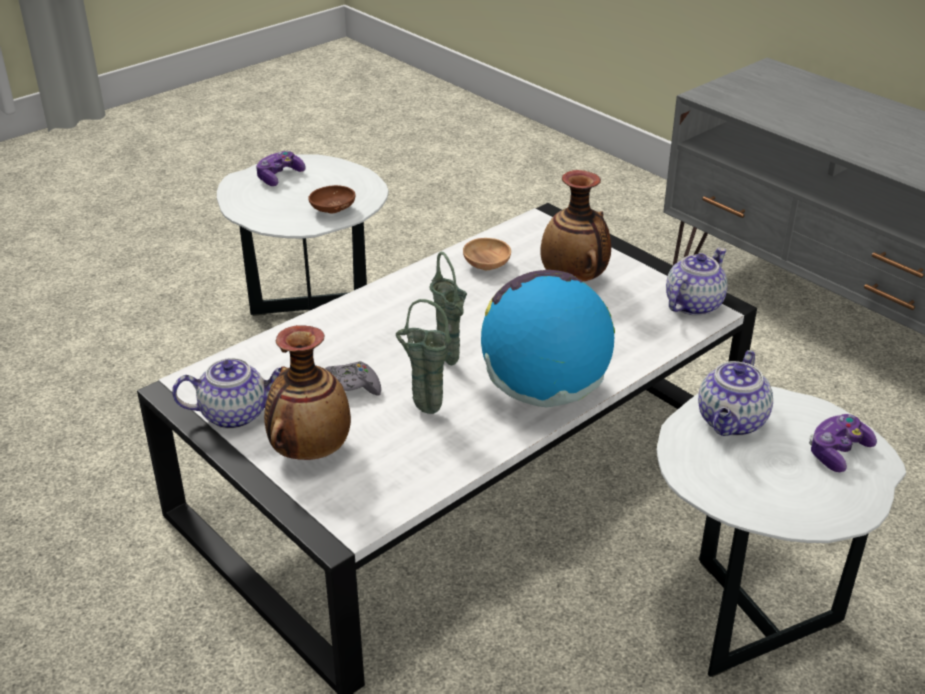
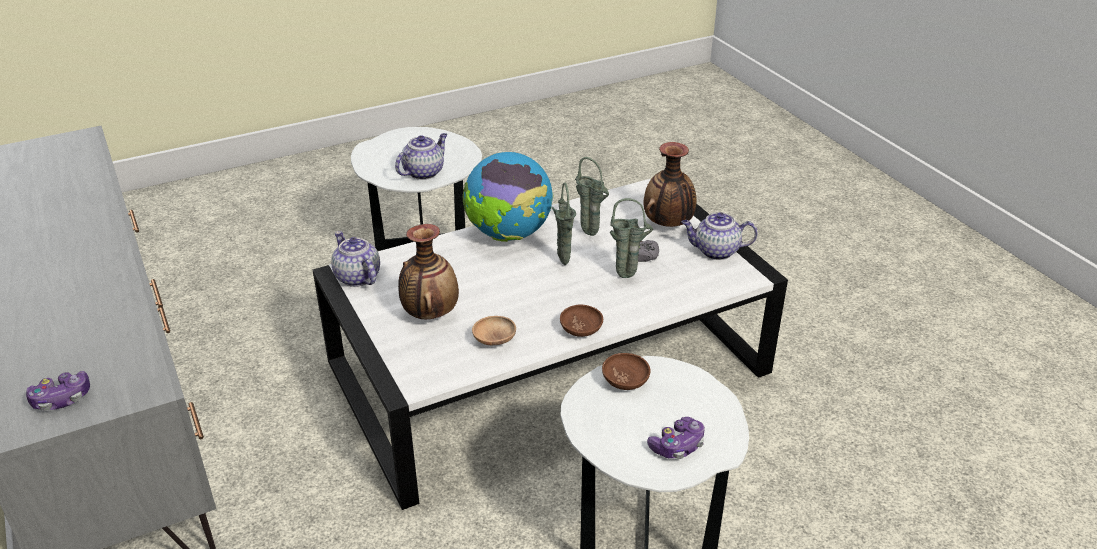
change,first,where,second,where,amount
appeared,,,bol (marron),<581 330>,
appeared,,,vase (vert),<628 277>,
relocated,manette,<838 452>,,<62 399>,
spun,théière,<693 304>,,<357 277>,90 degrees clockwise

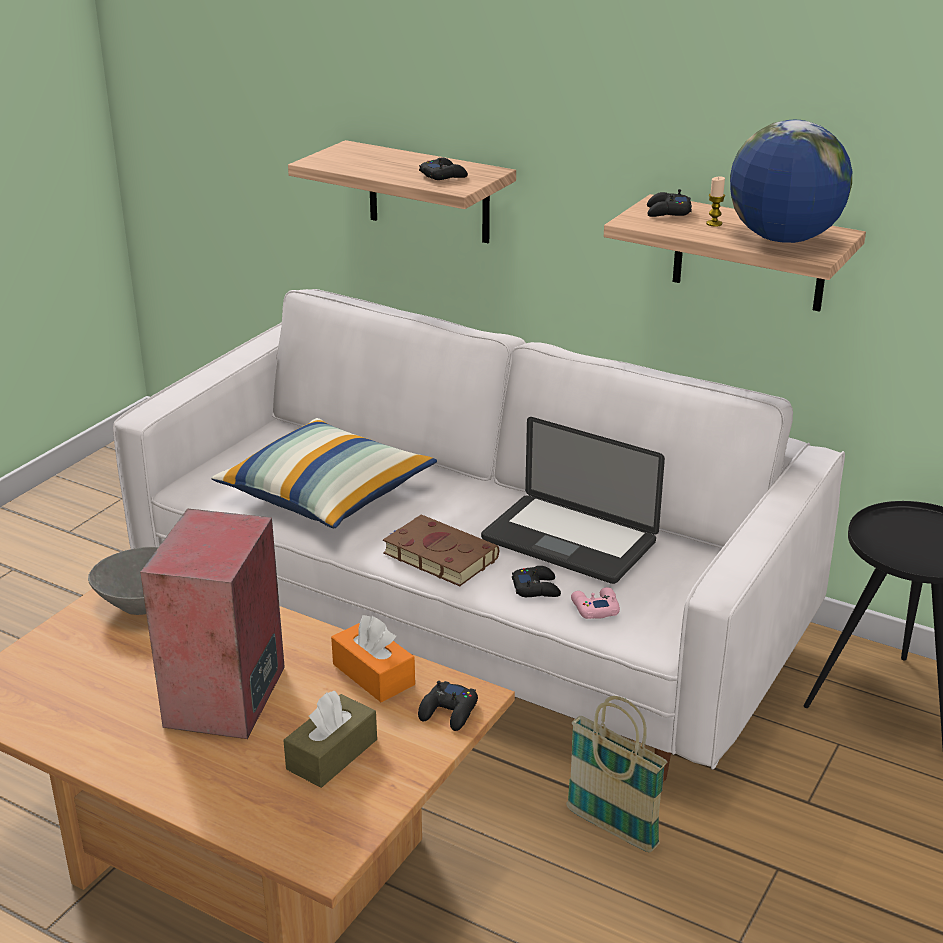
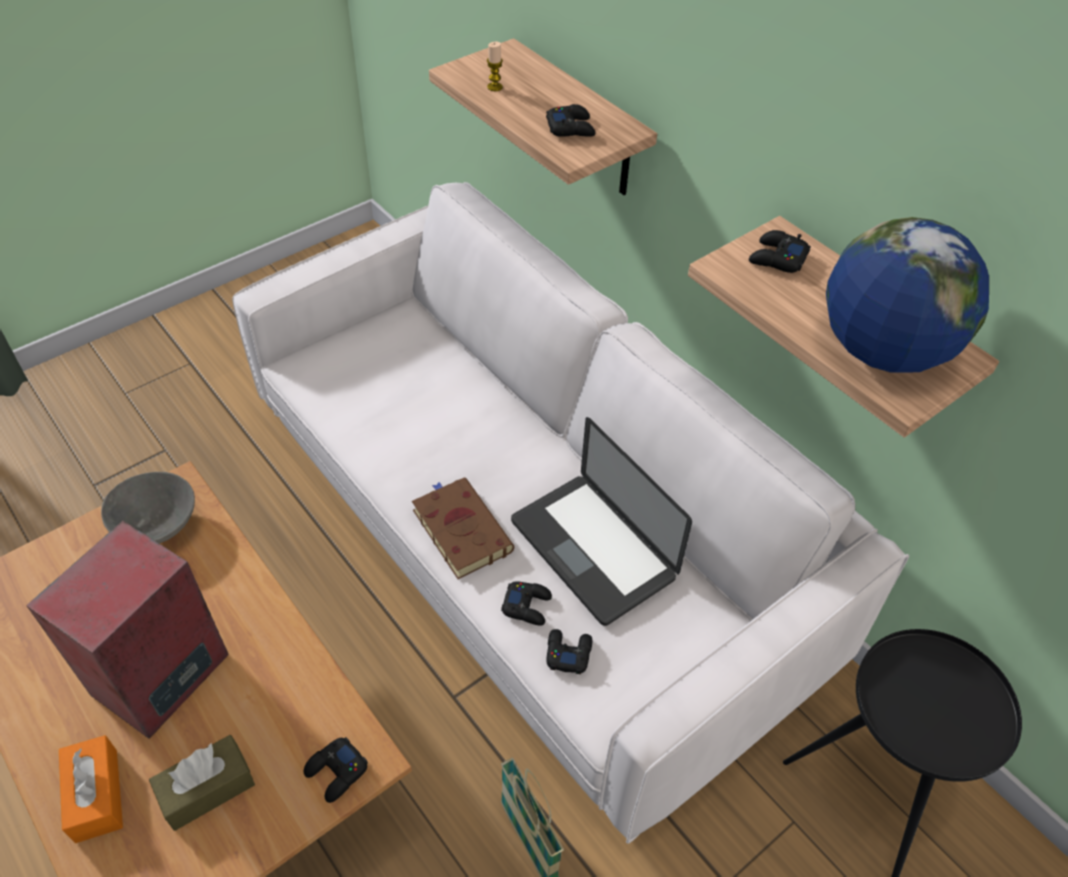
change,first,where,second,where,amount
missing,coussin,<327 495>,,,
relocated,boîte à mouchoirs (orange),<373 674>,,<96 795>,
relocated,bougie,<714 223>,,<495 87>,
colour,manette (rose),<594 608>,manette (noir),<568 653>,

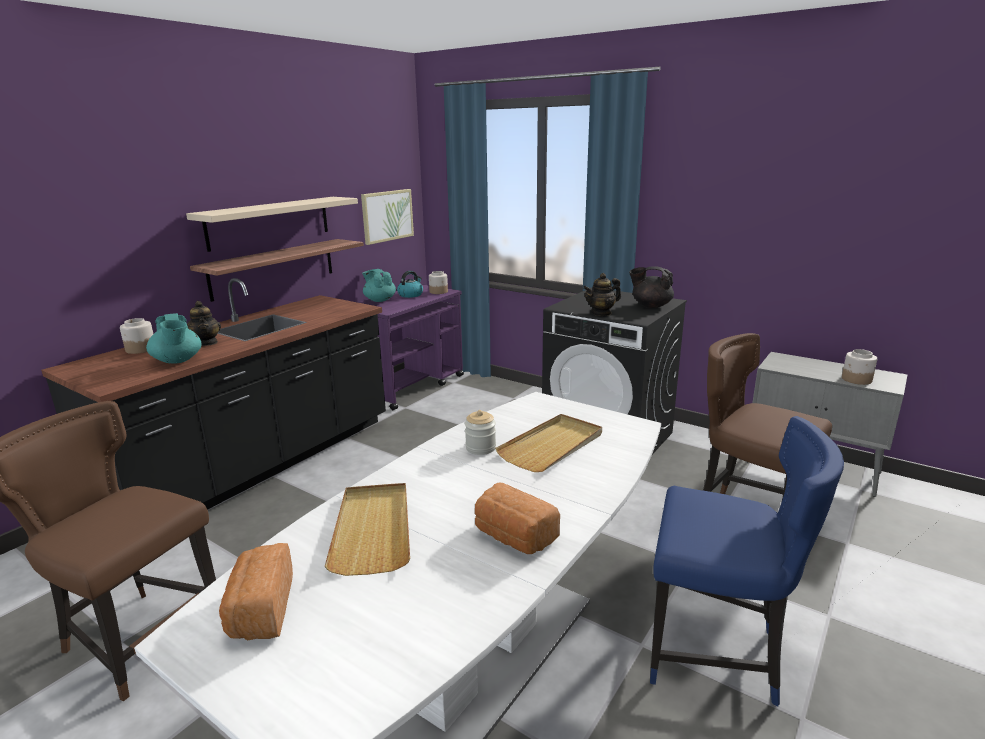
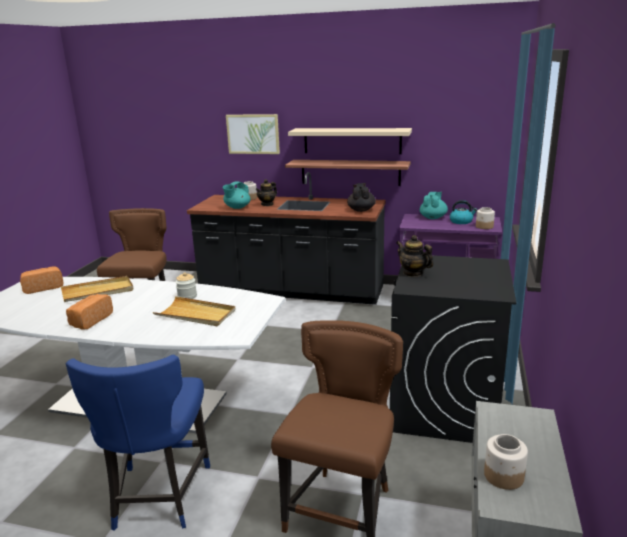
change,first,where,second,where,amount
relocated,tableau,<387 216>,,<253 134>,
relocated,théière (noir),<650 306>,,<361 210>,

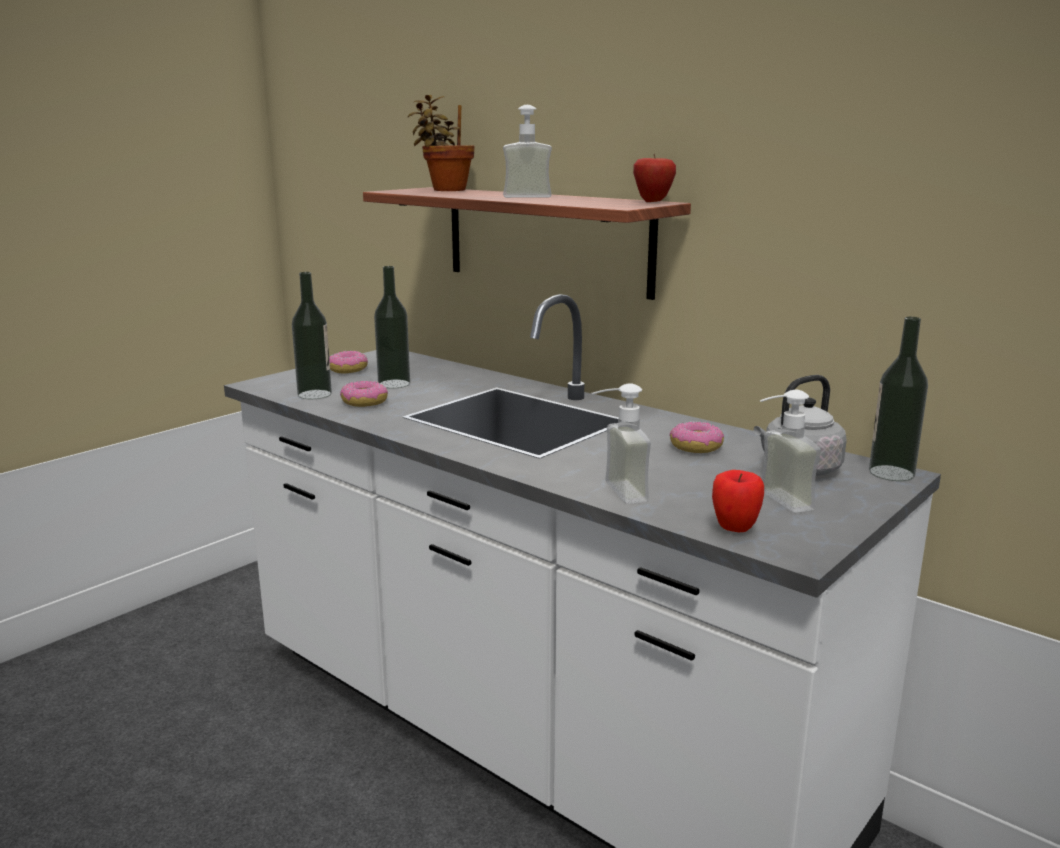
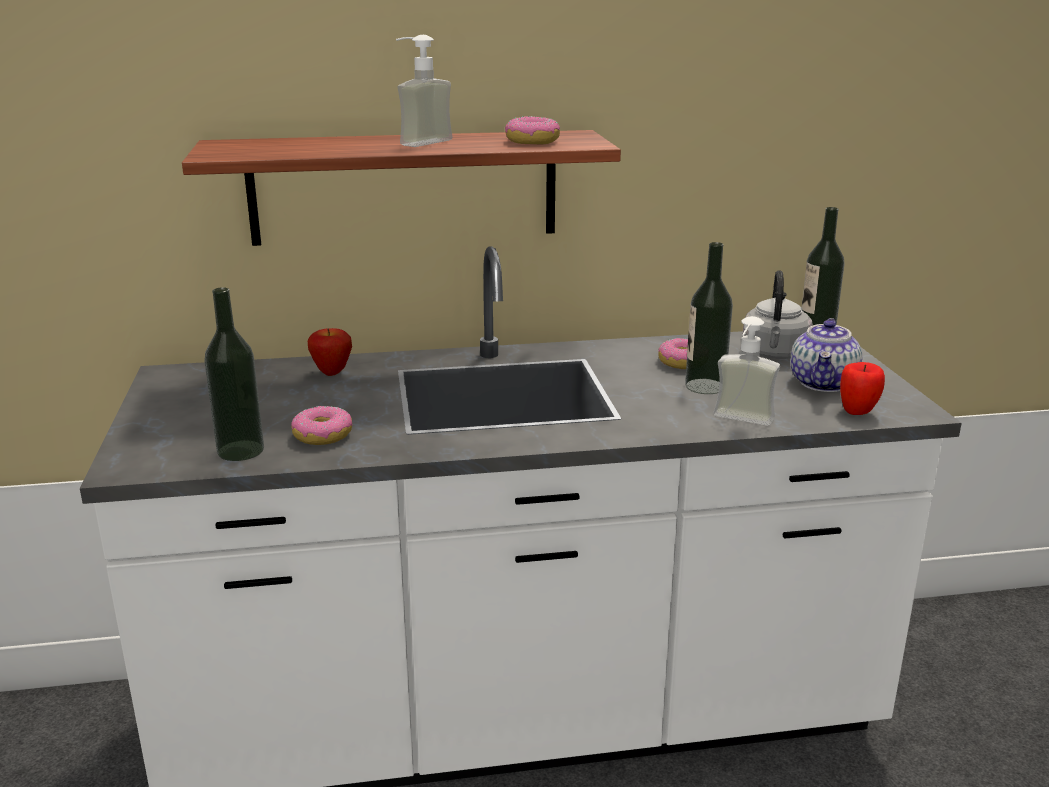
change,first,where,second,where,amount
missing,plante en pot,<445 190>,,,
relocated,beignet,<347 369>,,<532 141>,
relocated,bouteille,<394 384>,,<705 386>,
relocated,pomme,<653 202>,,<332 373>,
exchanged,distributeur de savon,<774 502>,théière,<824 383>,

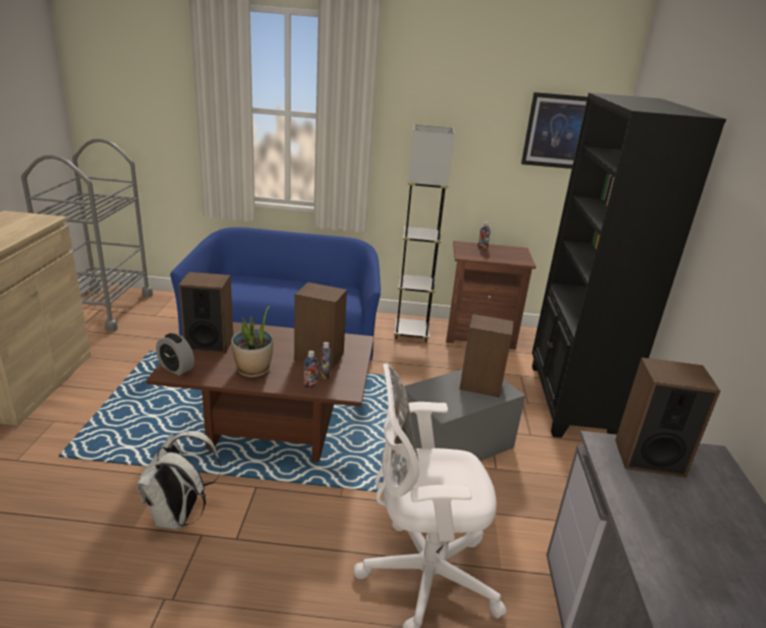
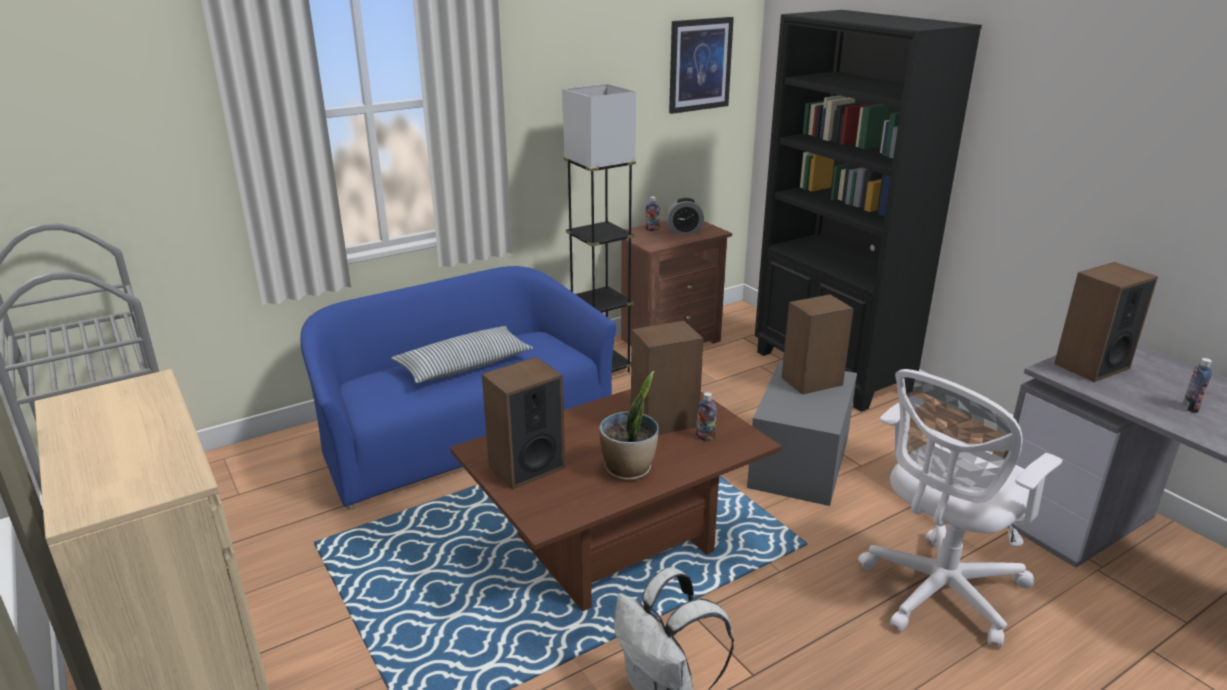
change,first,where,second,where,amount
appeared,,,coussin,<464 366>,
relocated,réveil,<176 368>,,<684 231>,
relocated,bouteille,<310 385>,,<1190 407>,

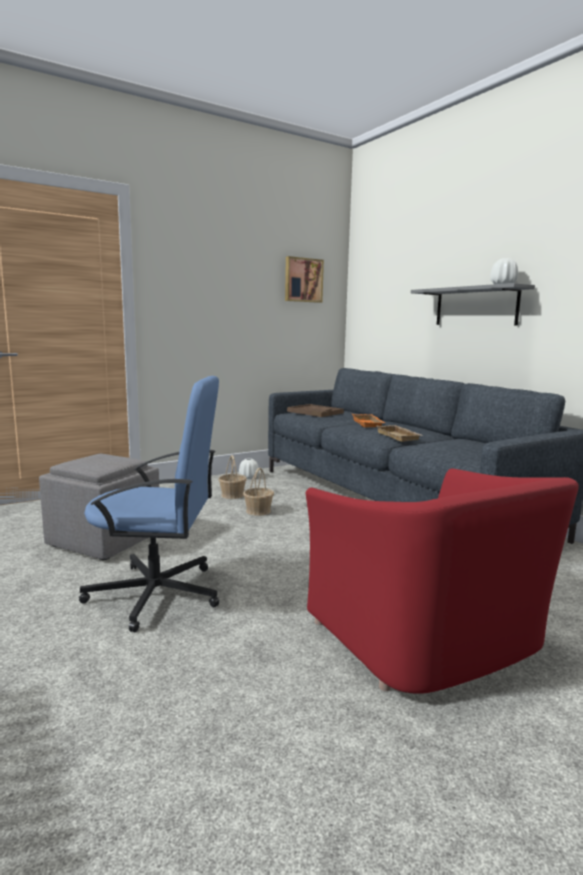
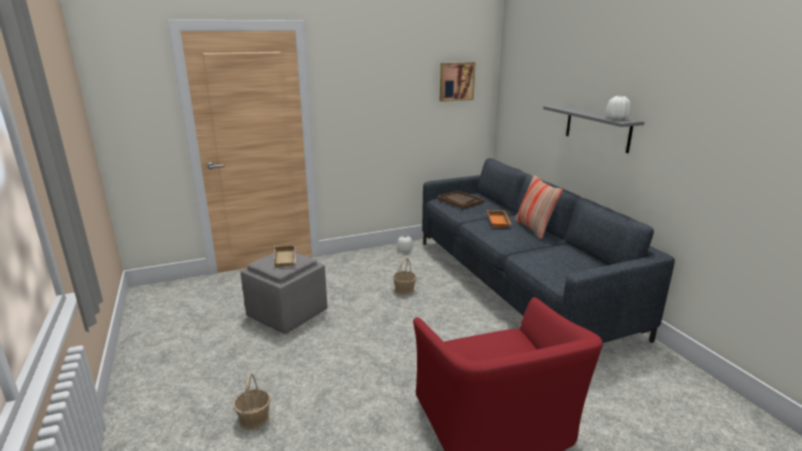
change,first,where,second,where,amount
missing,chaise de bureau (bleu),<157 594>,,,
appeared,,,coussin,<534 228>,
relocated,panier,<232 495>,,<254 419>,
relocated,plateau (beige),<399 436>,,<286 259>,

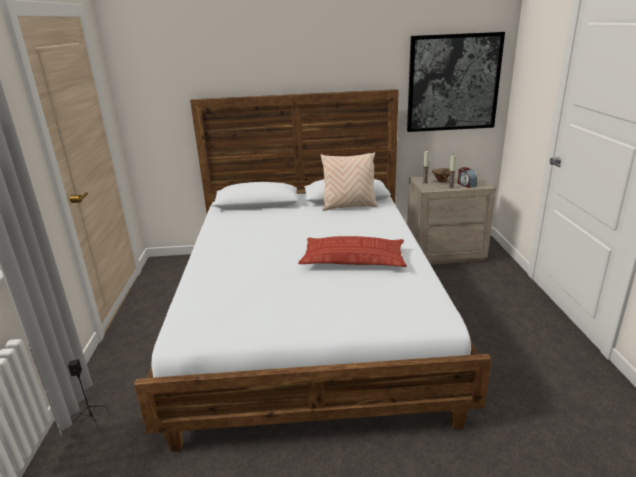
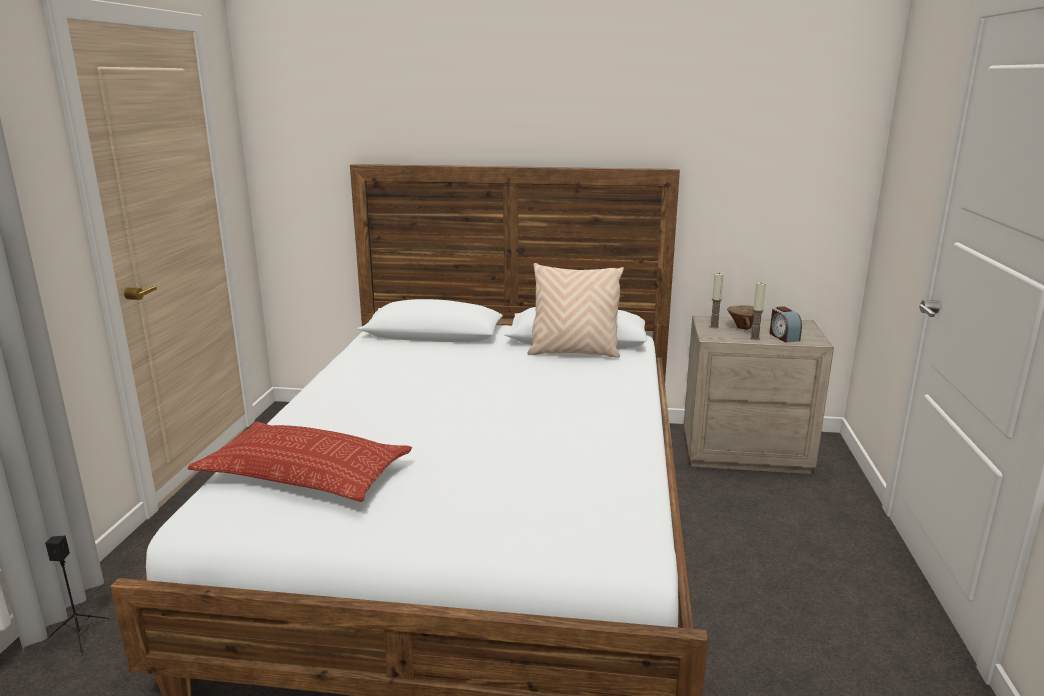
change,first,where,second,where,amount
missing,tableau,<453 83>,,,
relocated,coussin,<353 259>,,<305 473>,

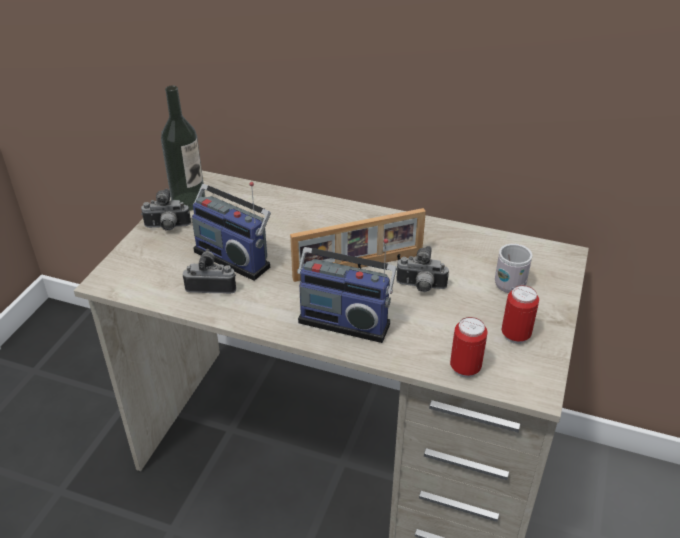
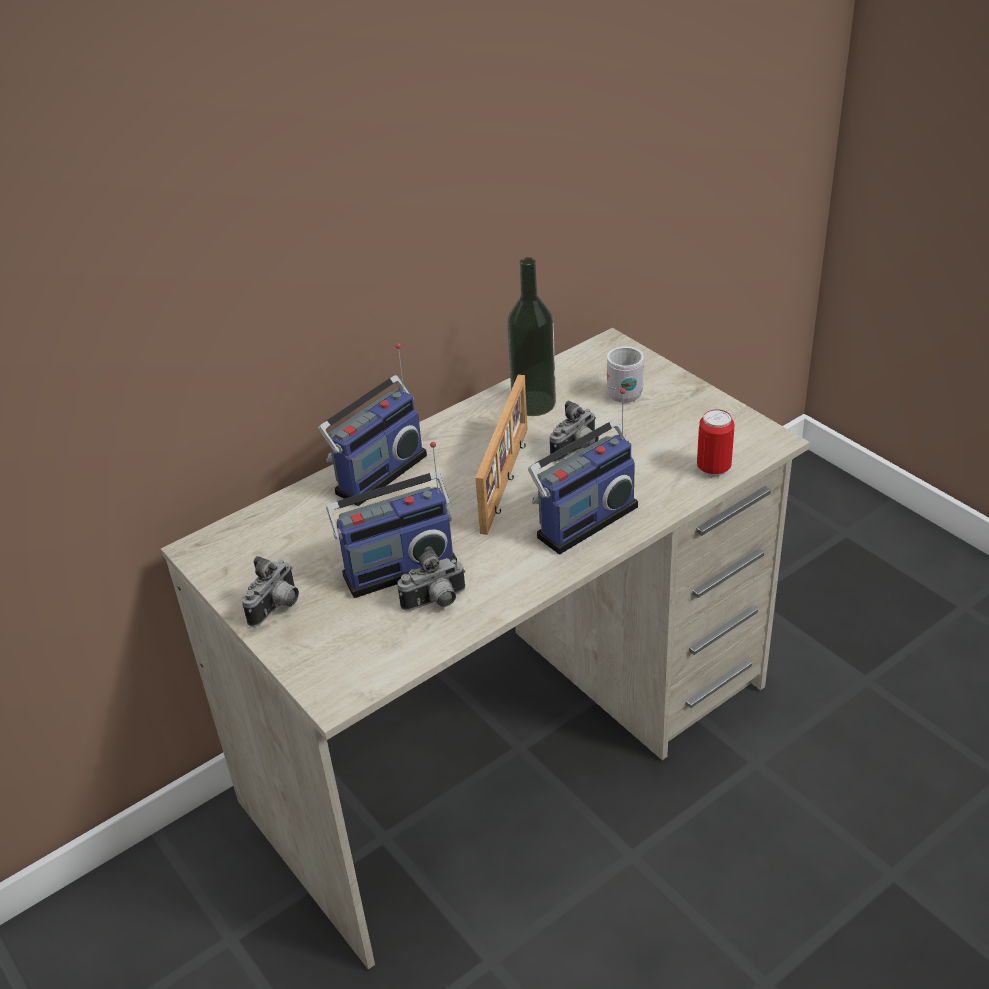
change,first,where,second,where,amount
missing,boîte métallique,<515 335>,,,
appeared,,,radio,<377 472>,
relocated,bouteille,<188 201>,,<533 403>,
spun,appareil photo,<211 286>,,<436 602>,150 degrees counterclockwise

